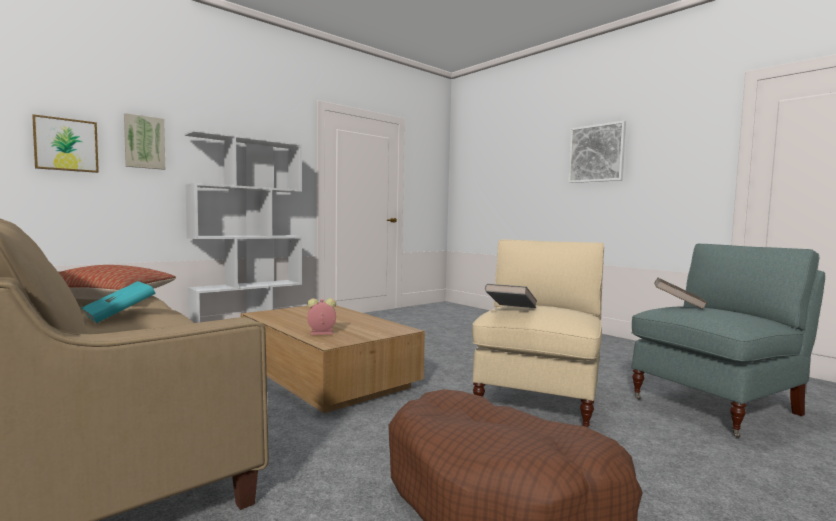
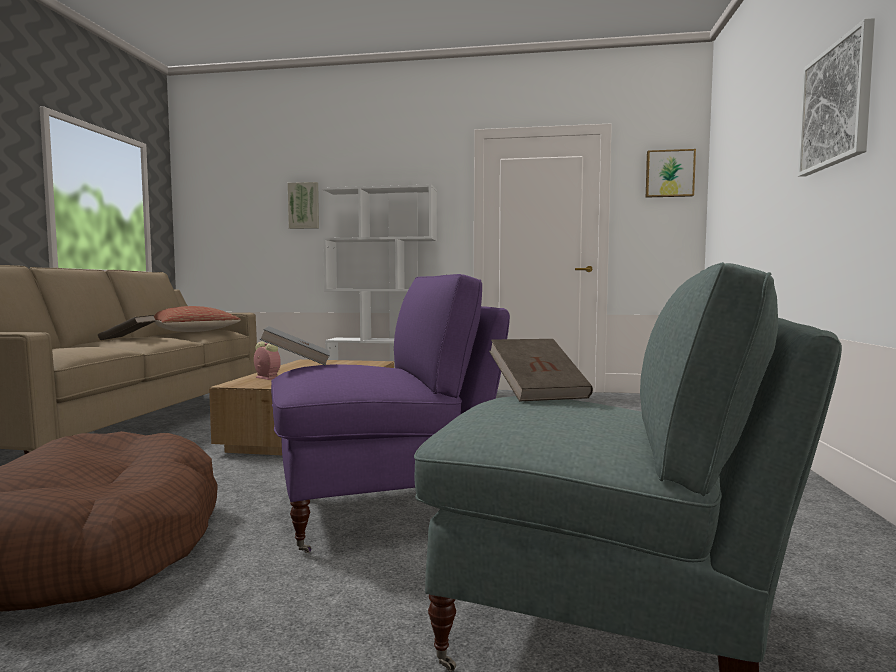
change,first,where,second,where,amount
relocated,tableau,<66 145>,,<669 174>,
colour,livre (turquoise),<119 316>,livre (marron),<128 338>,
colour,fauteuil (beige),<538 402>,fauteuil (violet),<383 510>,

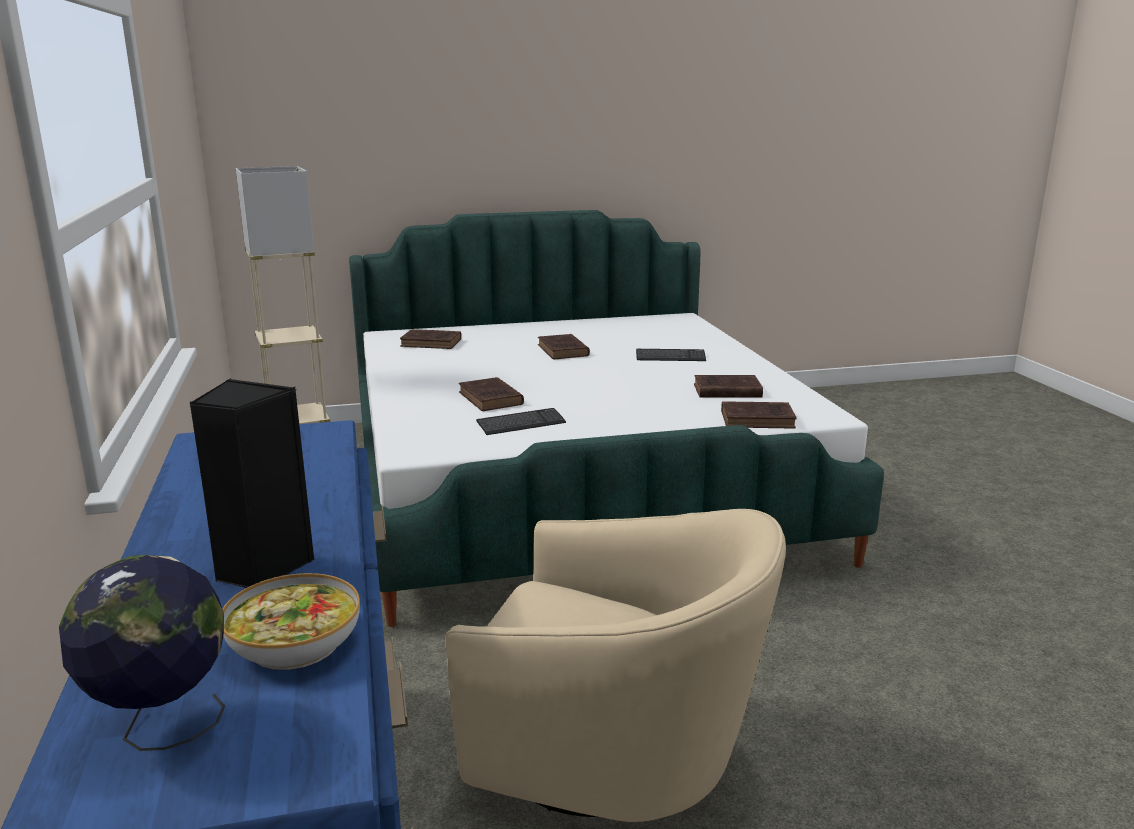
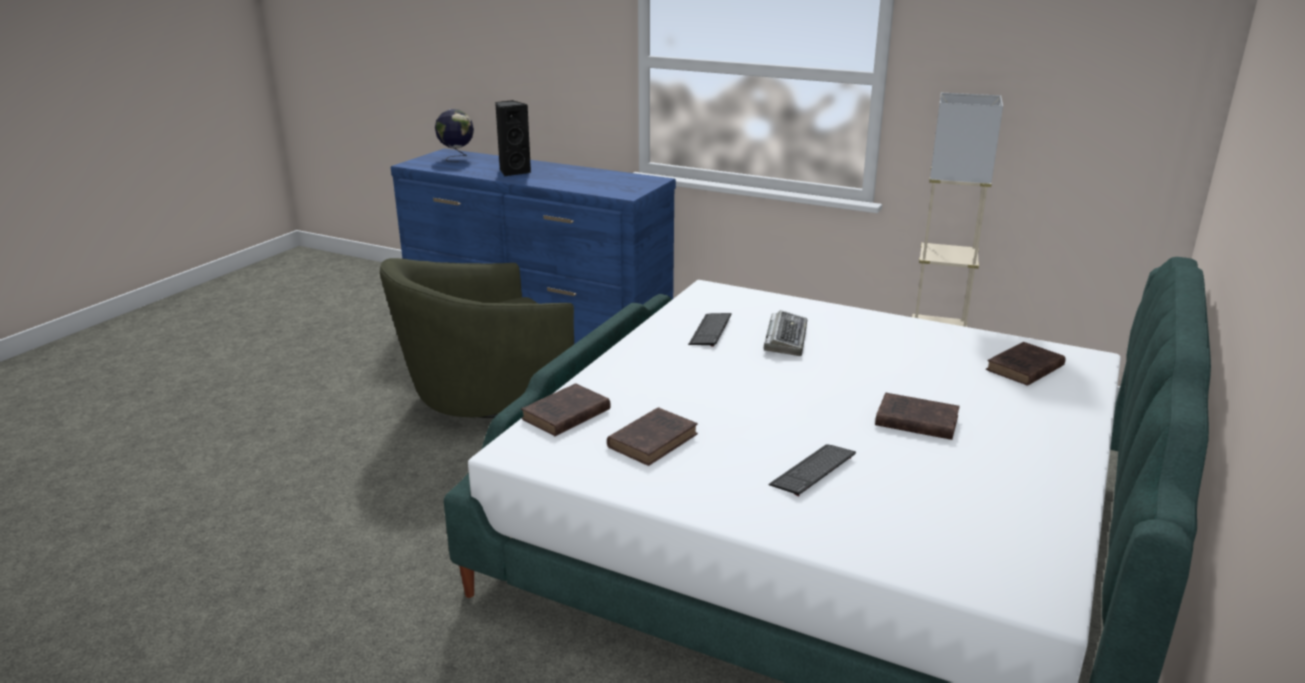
change,first,where,second,where,amount
missing,bol,<295 644>,,,
exchanged,livre (marron),<491 399>,clavier,<785 339>,
colour,fauteuil (beige),<613 756>,fauteuil (vert),<485 396>,

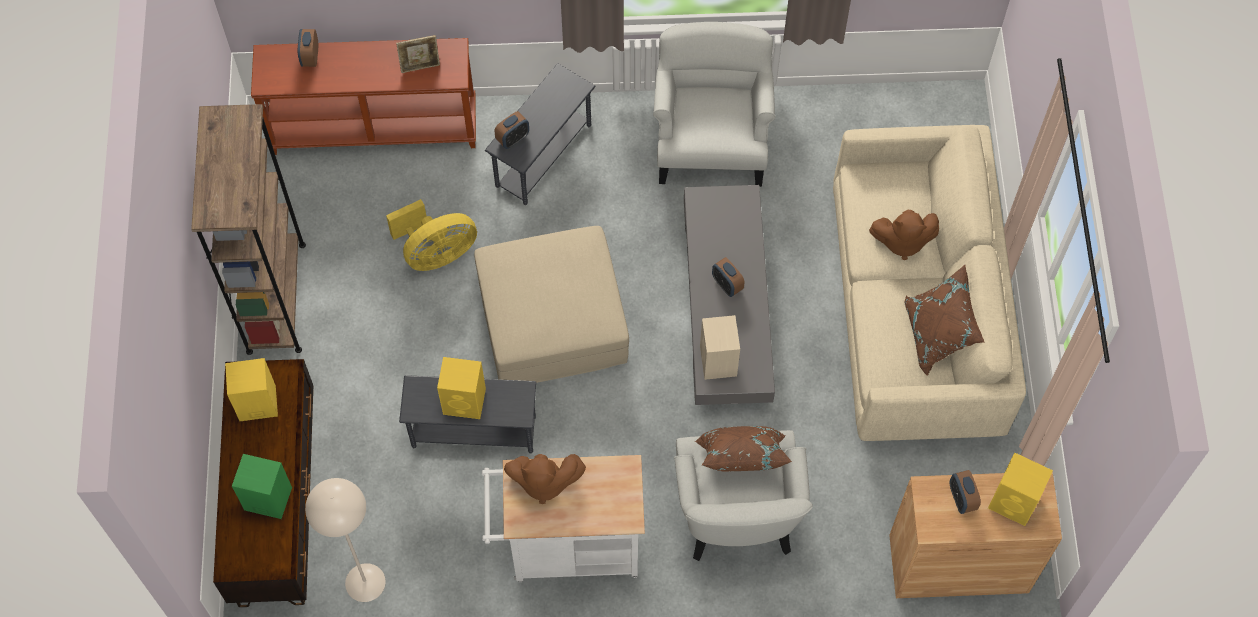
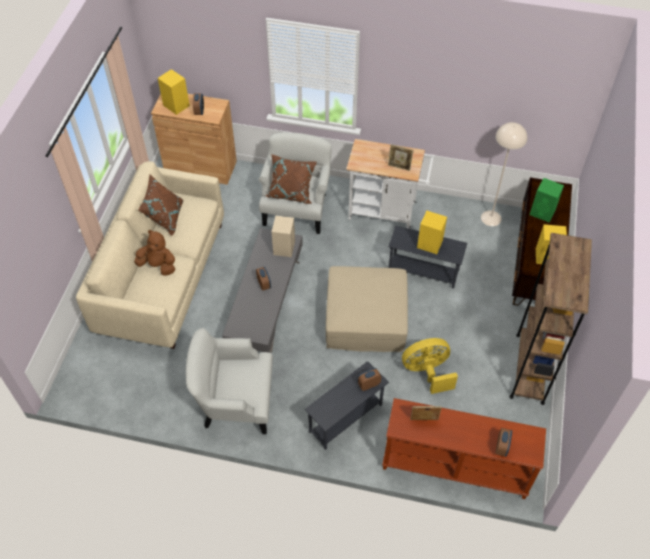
change,first,where,second,where,amount
exchanged,peluche (marron),<543 482>,cadre photo,<399 167>,
spun,fauteuil (blanc),<710 141>,,<235 402>,75 degrees clockwise

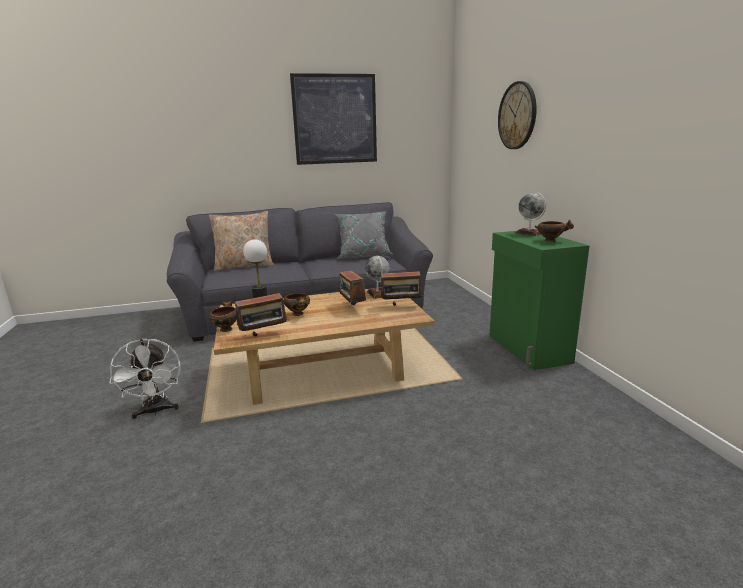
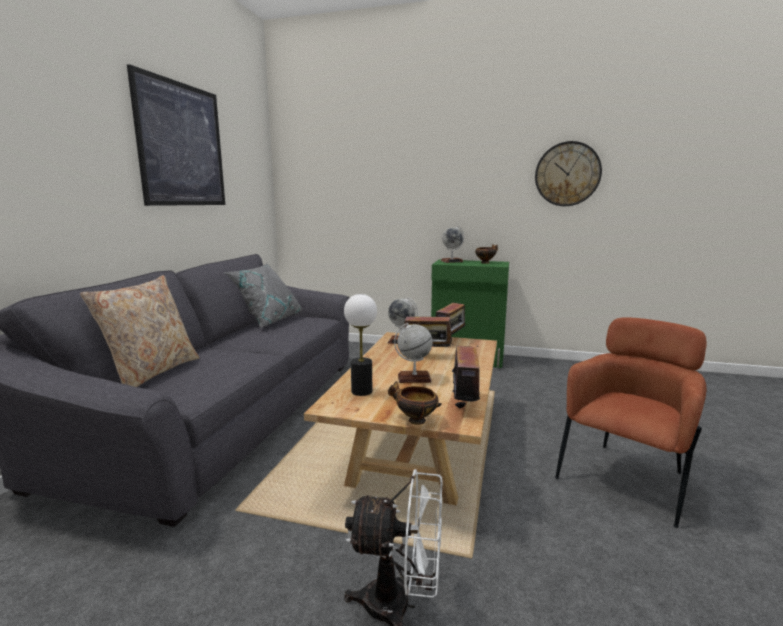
change,first,where,second,where,amount
appeared,,,fauteuil (marron),<626 479>,
relocated,horloge murale,<517 116>,,<567 174>,
exchanged,bol,<298 314>,globe,<414 378>,

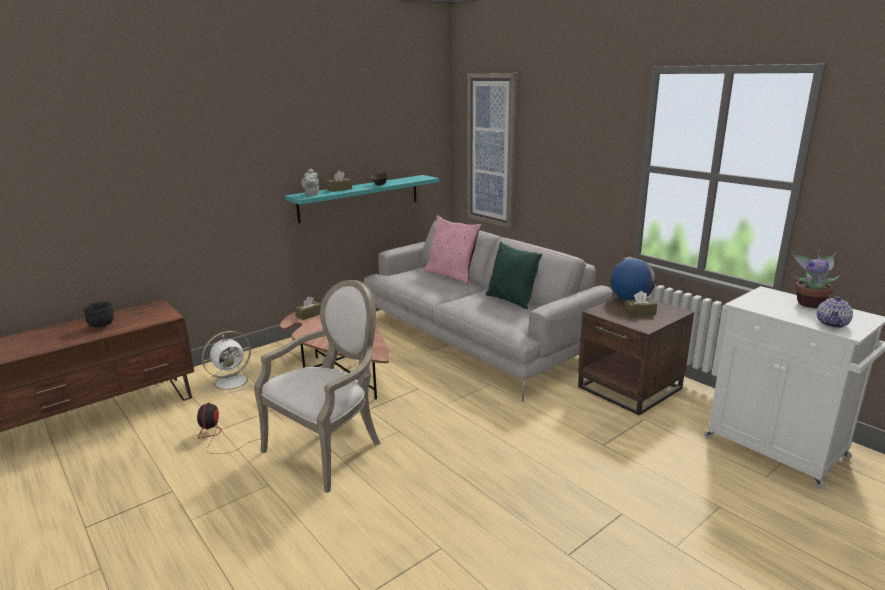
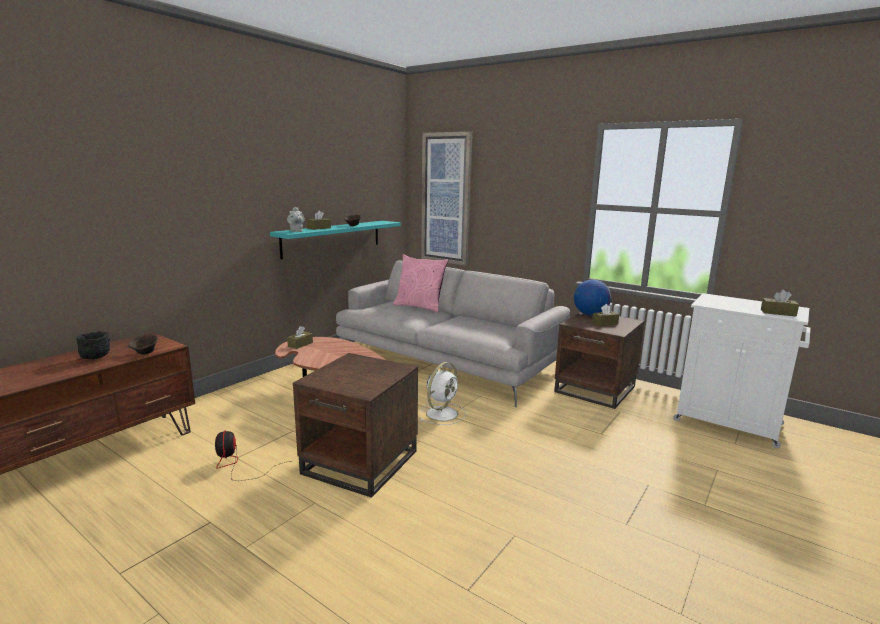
change,first,where,second,where,amount
missing,coussin (vert),<510 301>,,,
missing,plante en pot,<809 303>,,,
appeared,,,bol (marron),<145 353>,
relocated,ventilateur (blanc),<232 381>,,<443 413>,
exchanged,fauteuil,<330 448>,table d'appoint (marron),<361 462>,
exchanged,théière,<832 324>,boîte à mouchoirs (marron),<778 313>,

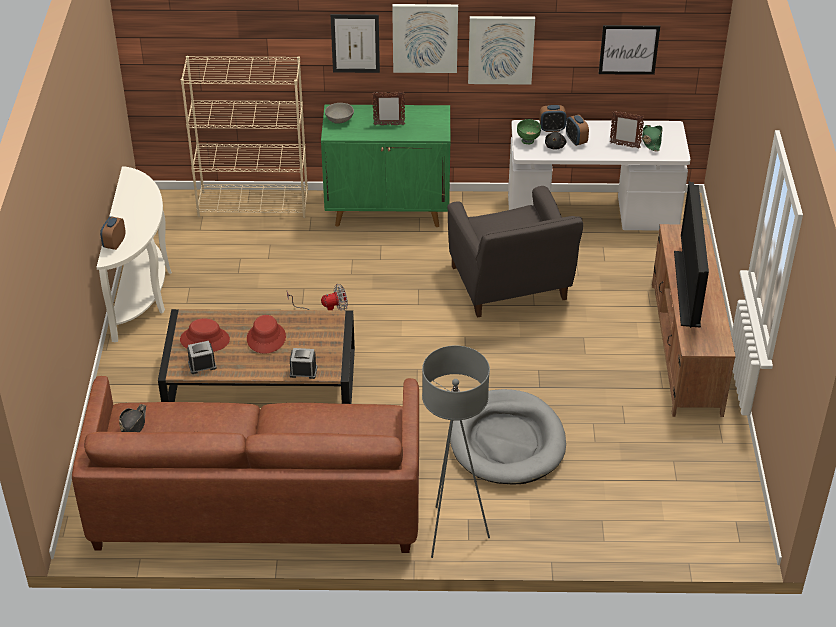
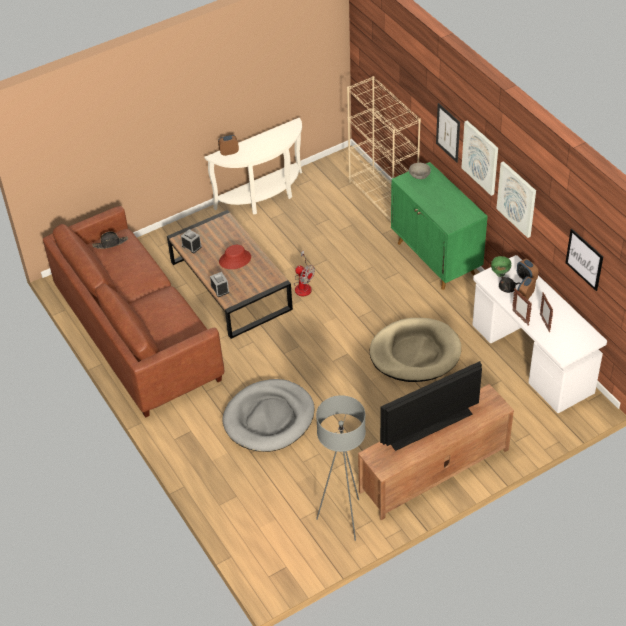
change,first,where,second,where,amount
missing,chapeau (rouge),<205 340>,,,
missing,chapeau (vert),<651 141>,,,
relocated,cadre photo,<389 125>,,<520 318>,
relocated,lampadaire (gris),<452 532>,,<344 519>,
exchanged,fauteuil (gris),<511 287>,panier pour chien (beige),<415 353>,

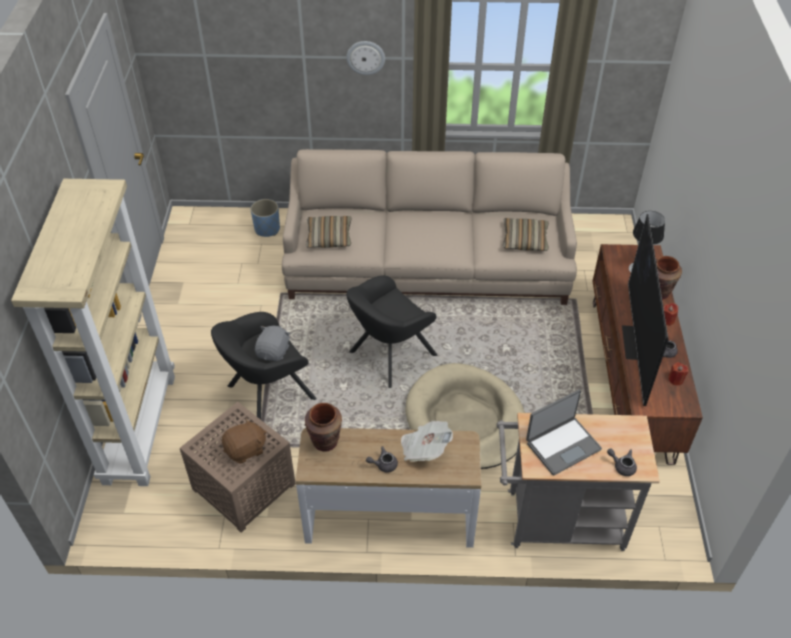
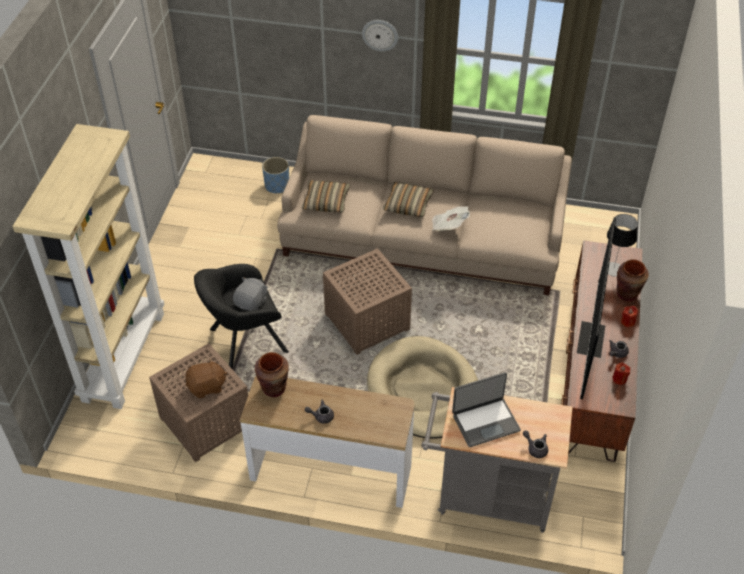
change,first,where,second,where,amount
relocated,journal,<424 449>,,<448 226>,
relocated,coussin,<524 240>,,<408 205>,
exchanged,fauteuil (noir),<389 356>,table d'appoint (marron),<365 321>,

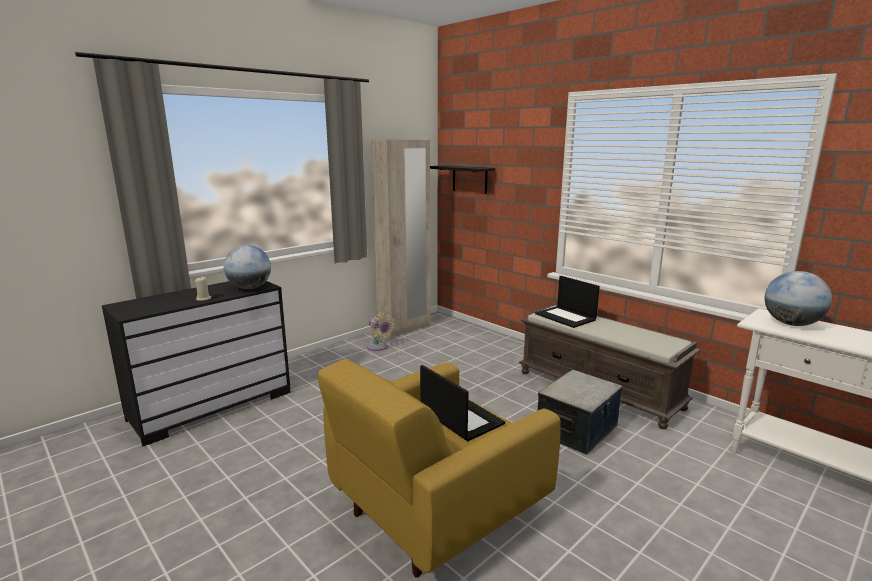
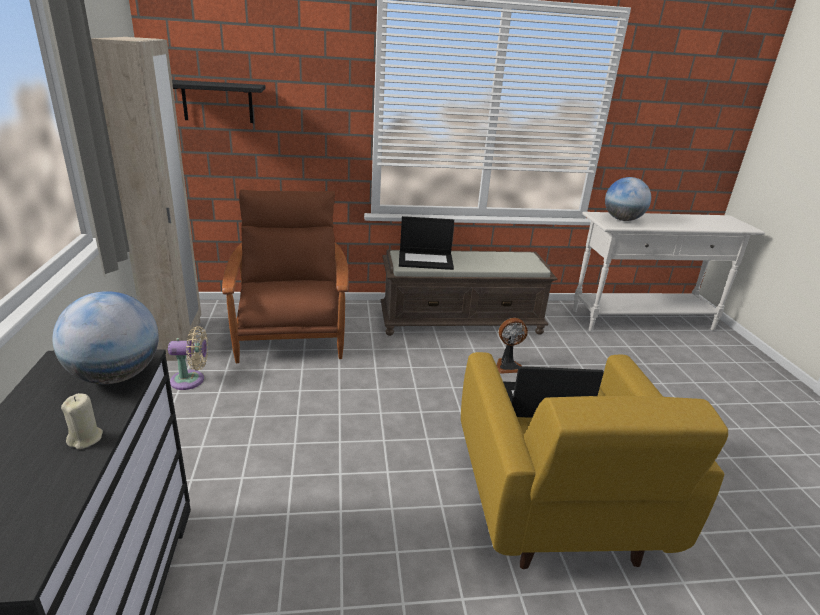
change,first,where,second,where,amount
appeared,,,fauteuil (marron),<291 332>,
exchanged,boîte de rangement,<577 430>,ventilateur,<507 366>,

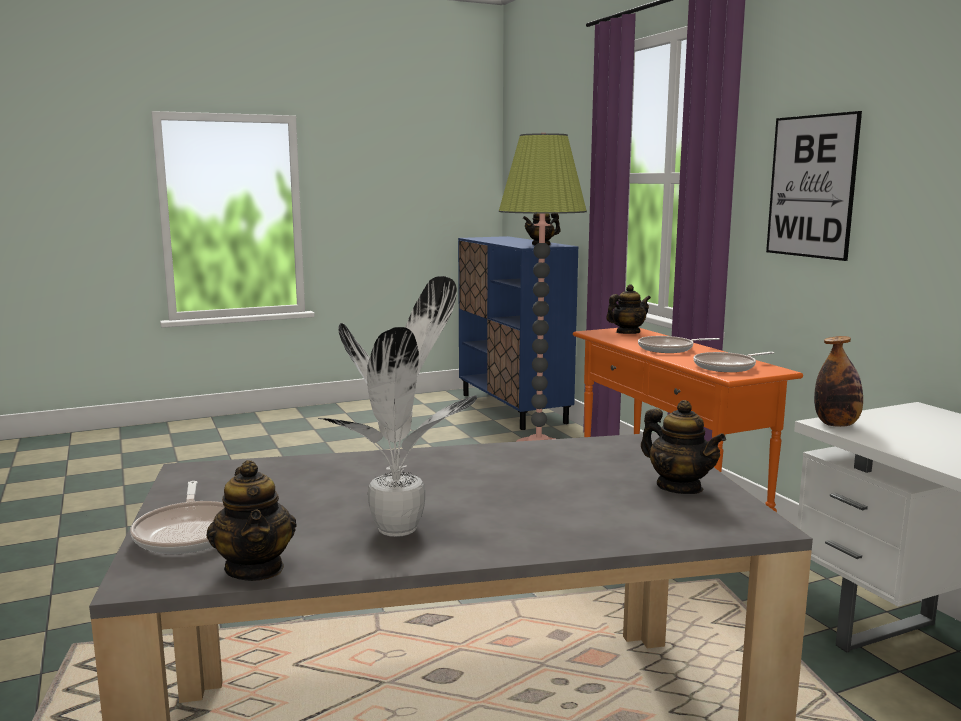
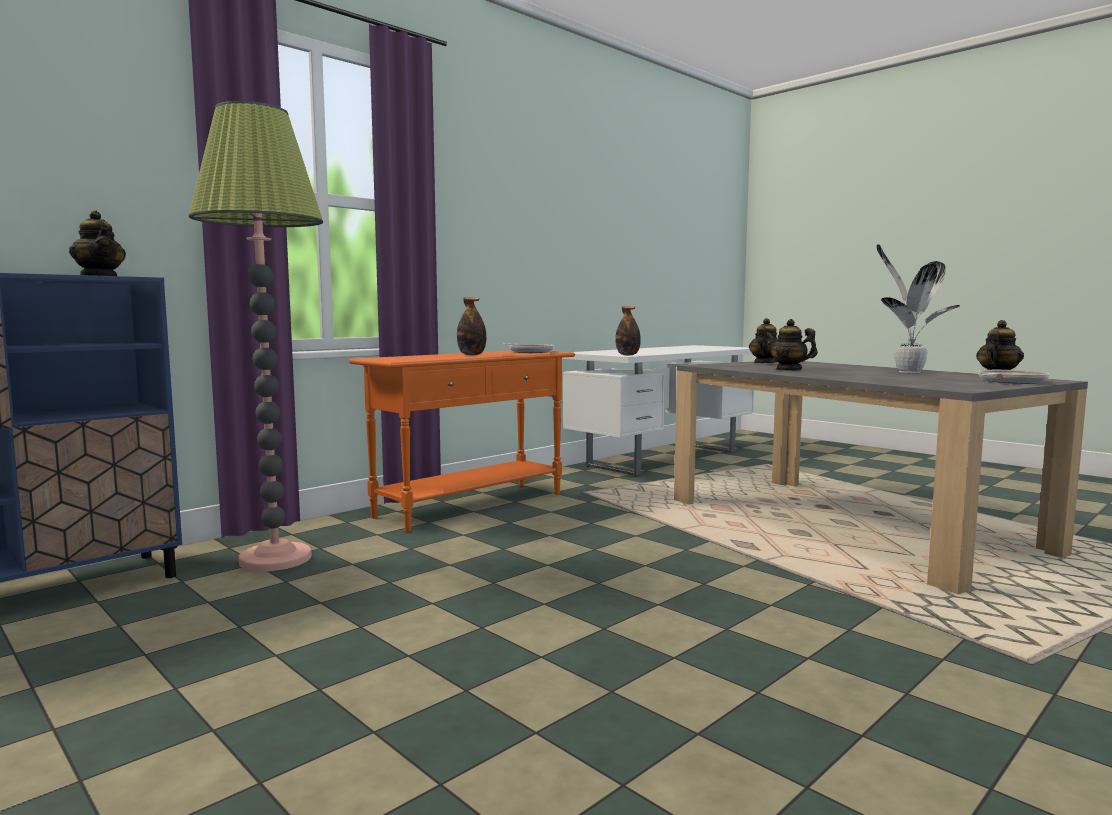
change,first,where,second,where,amount
missing,tableau,<811 186>,,,
relocated,théière,<627 333>,,<788 369>,
exchanged,poêle,<669 349>,bouteille,<471 355>,

